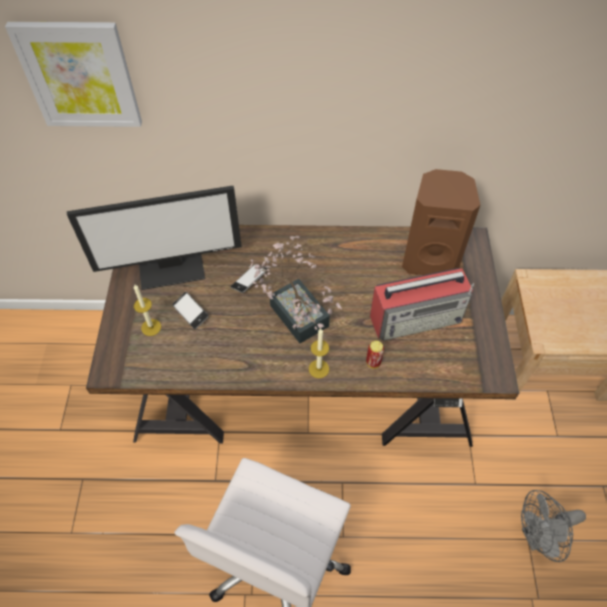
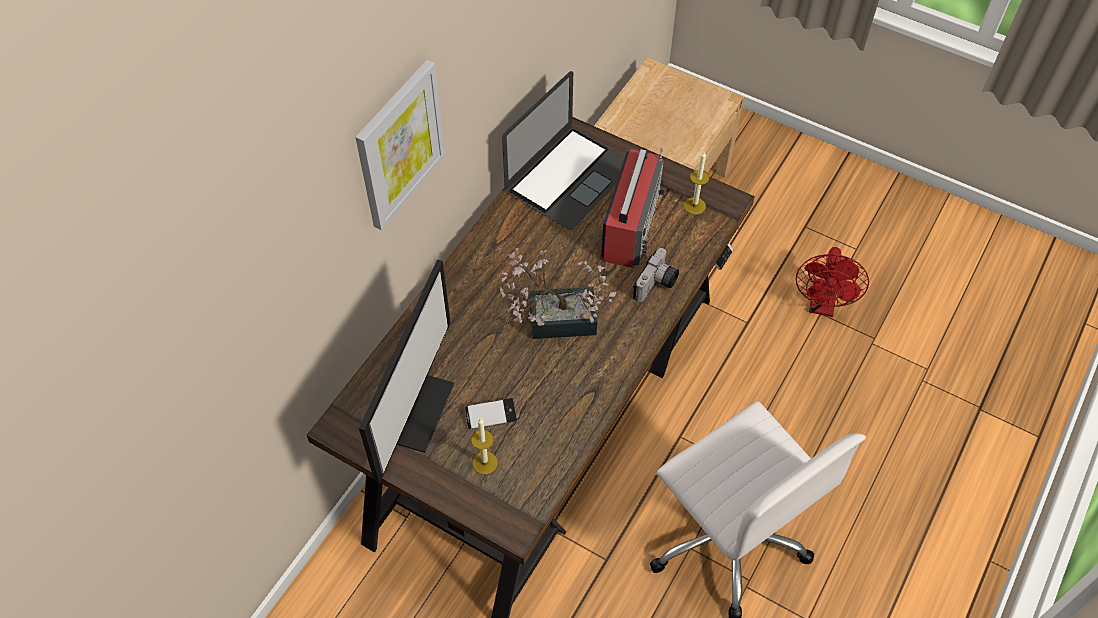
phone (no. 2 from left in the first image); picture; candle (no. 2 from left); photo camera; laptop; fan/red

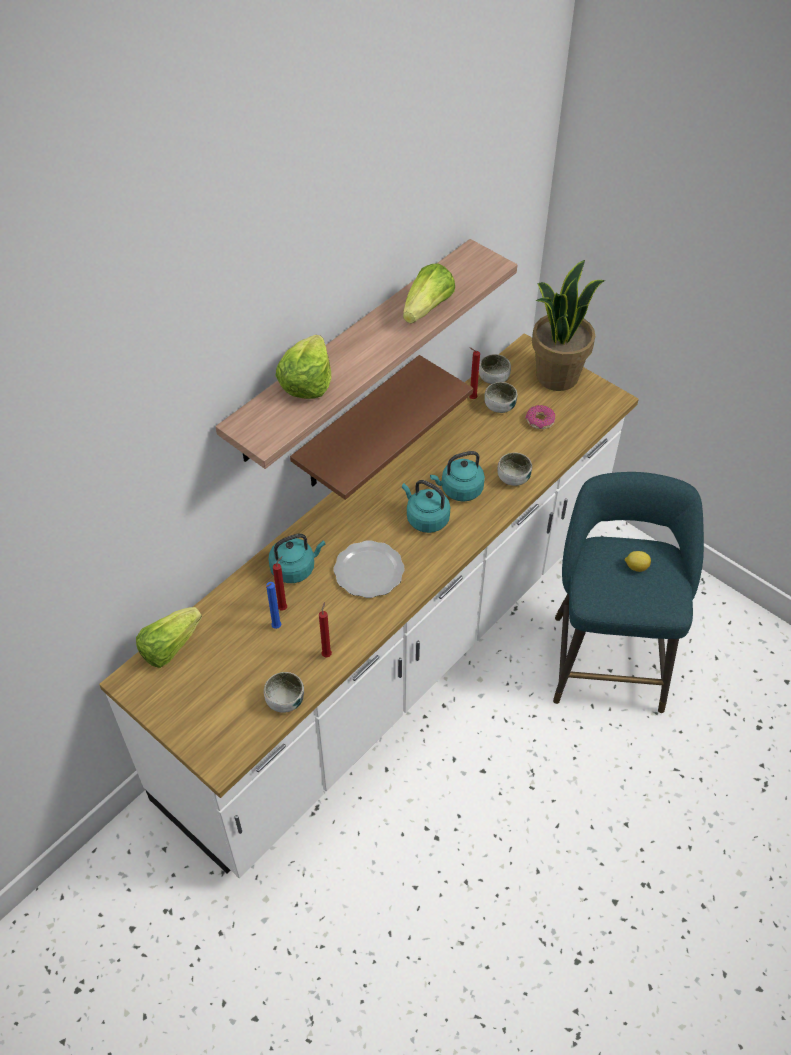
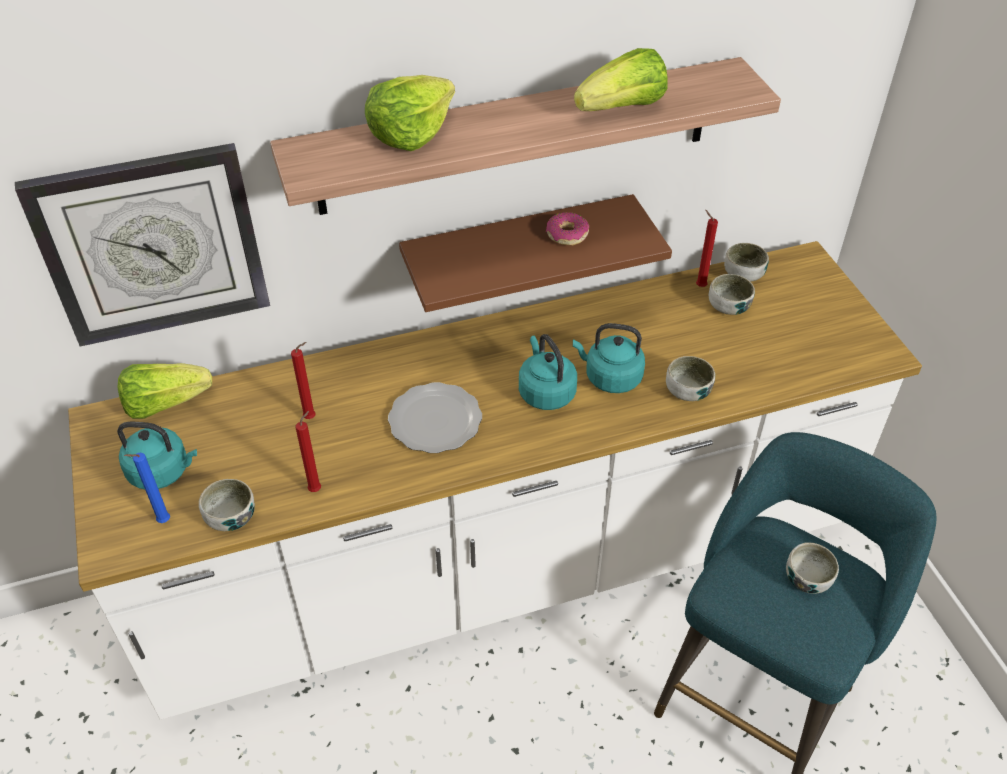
potted plant; wall clock; candle/blue; kettle/turquoise (no. 1 from left); donut; bowl (no. 5 from left)

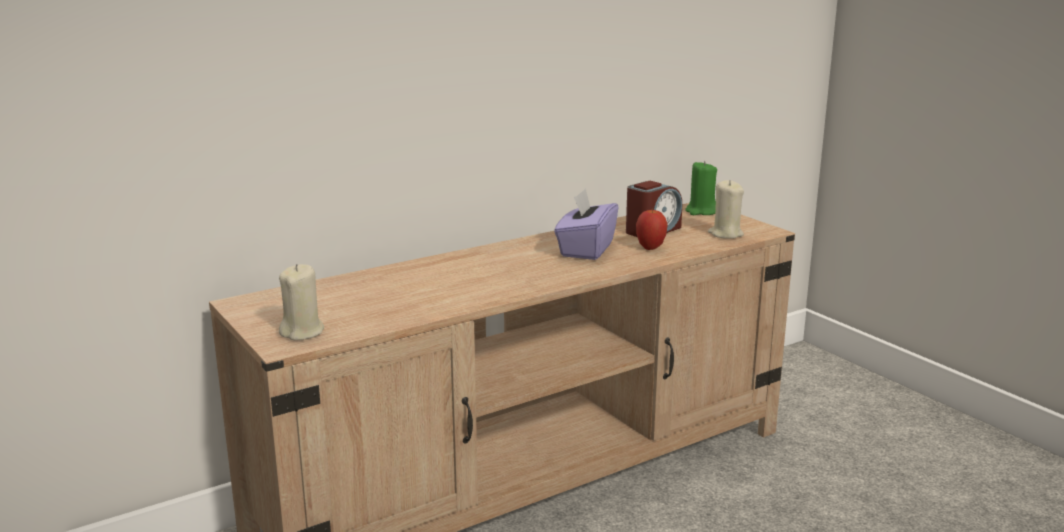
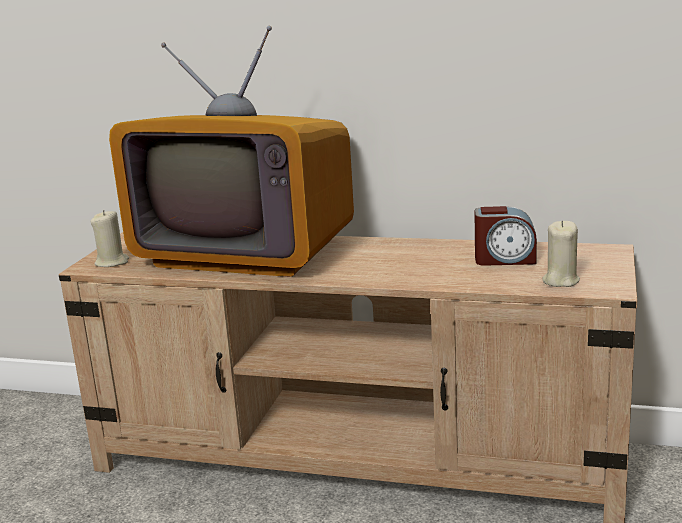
tissue box/purple; apple; candle/green; television

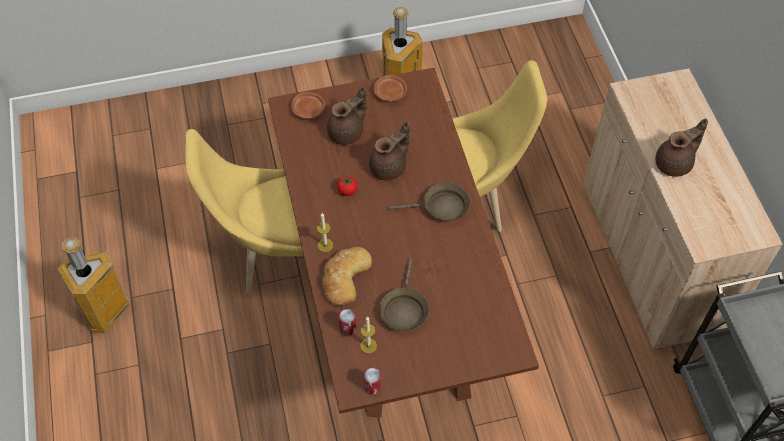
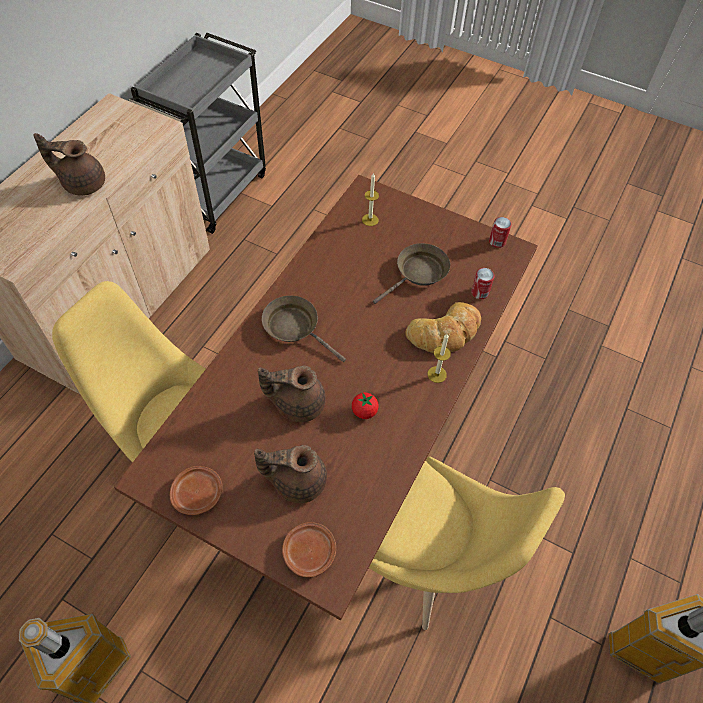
candle (no. 1 from left)

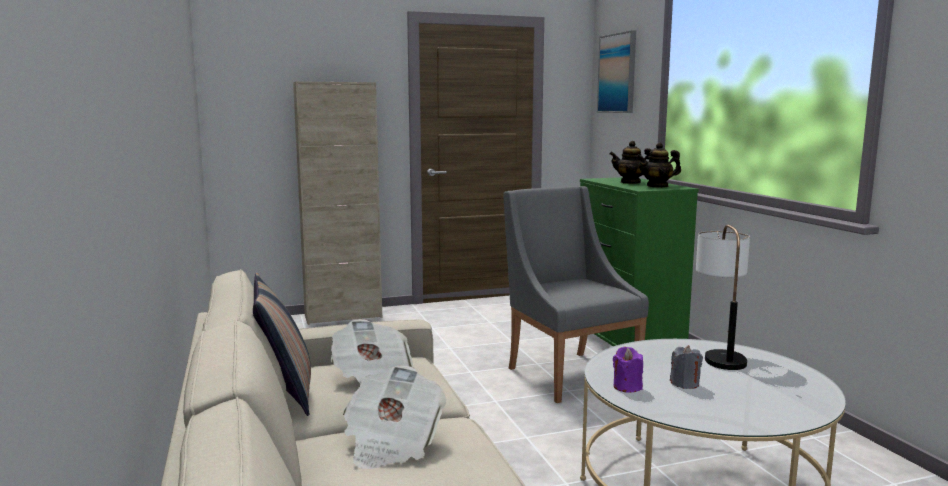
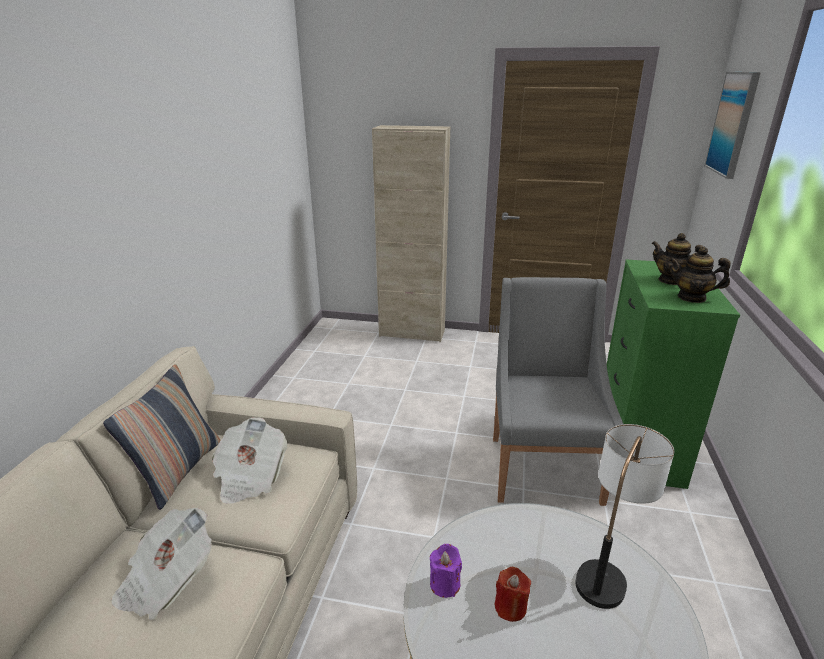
candle/red

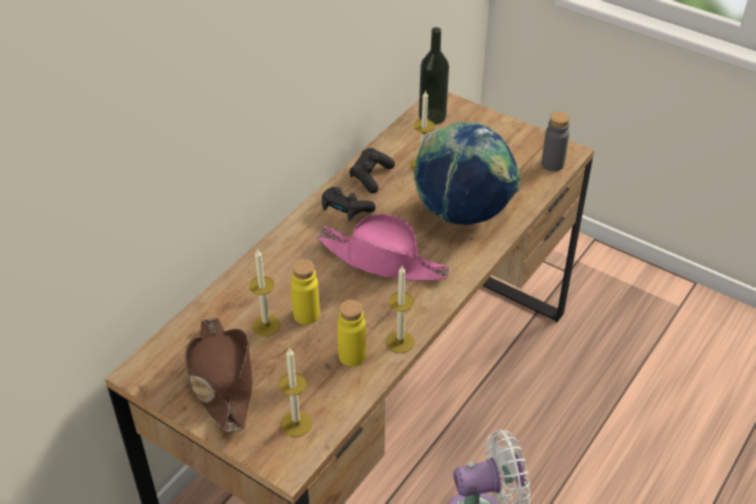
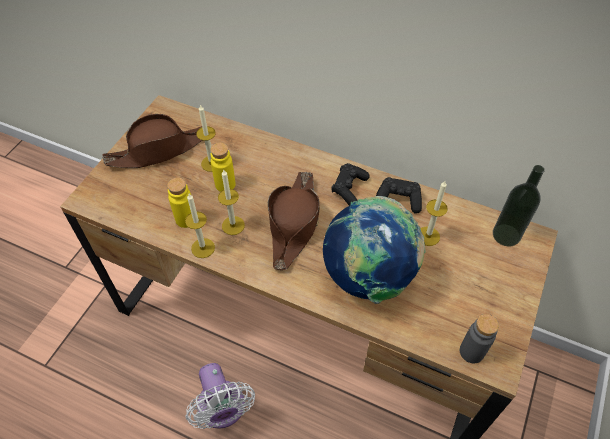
candle (no. 3 from left); hat/brown (no. 2 from left)

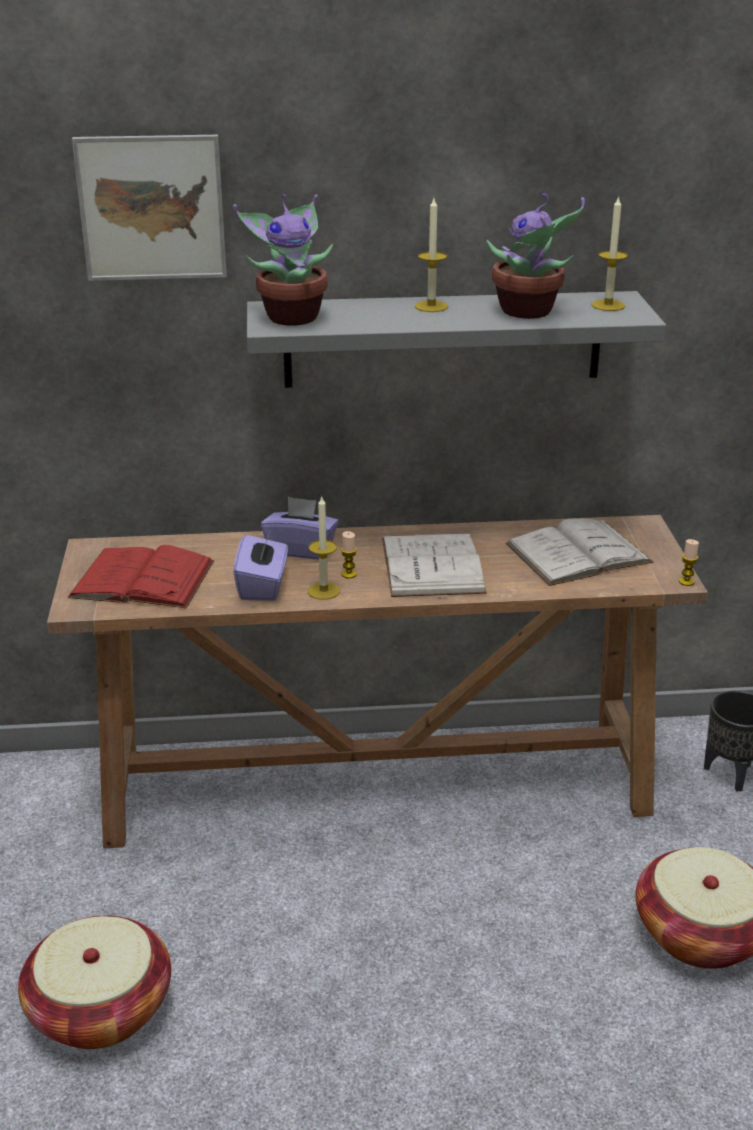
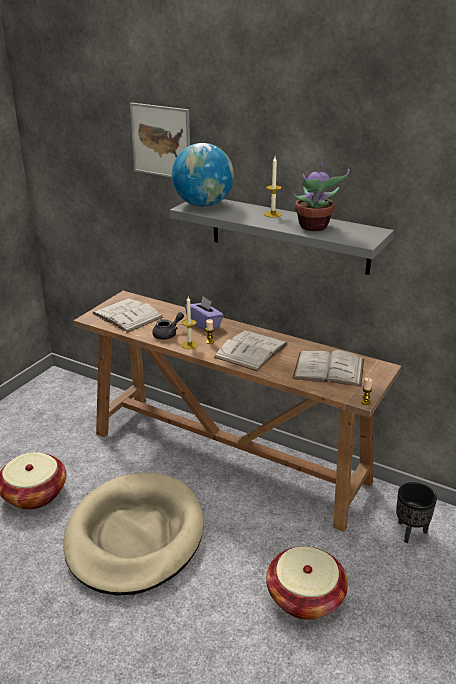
candle (no. 4 from left in the first image); dog bed/beige; globe; teapot/grey; book/white (no. 1 from left)

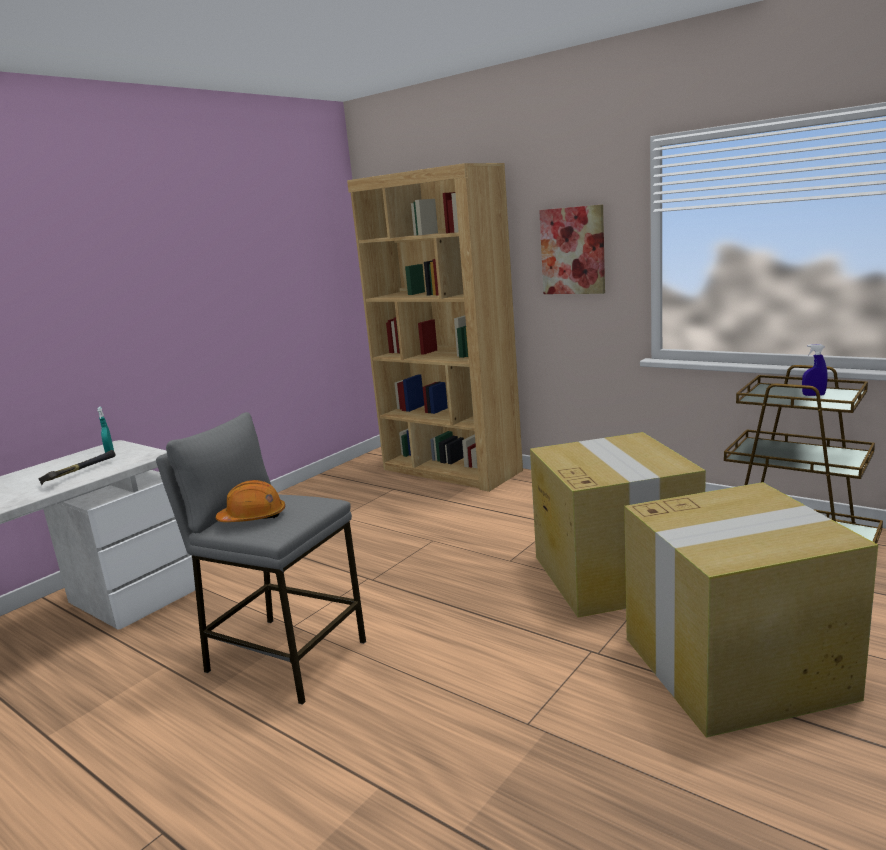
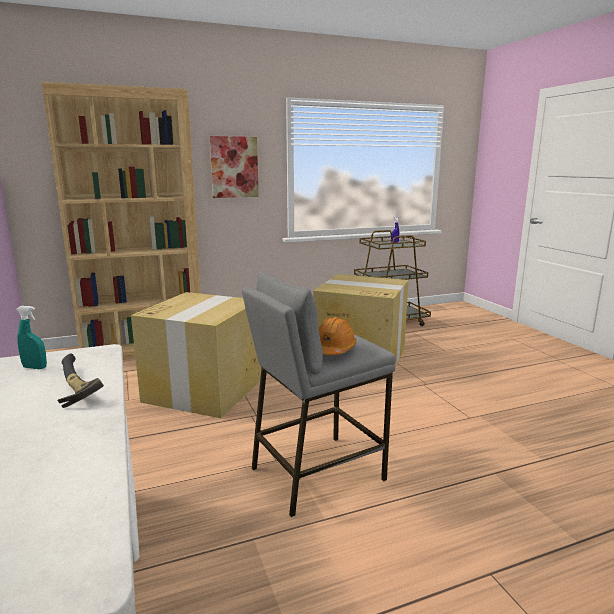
cardboard box (no. 1 from left)

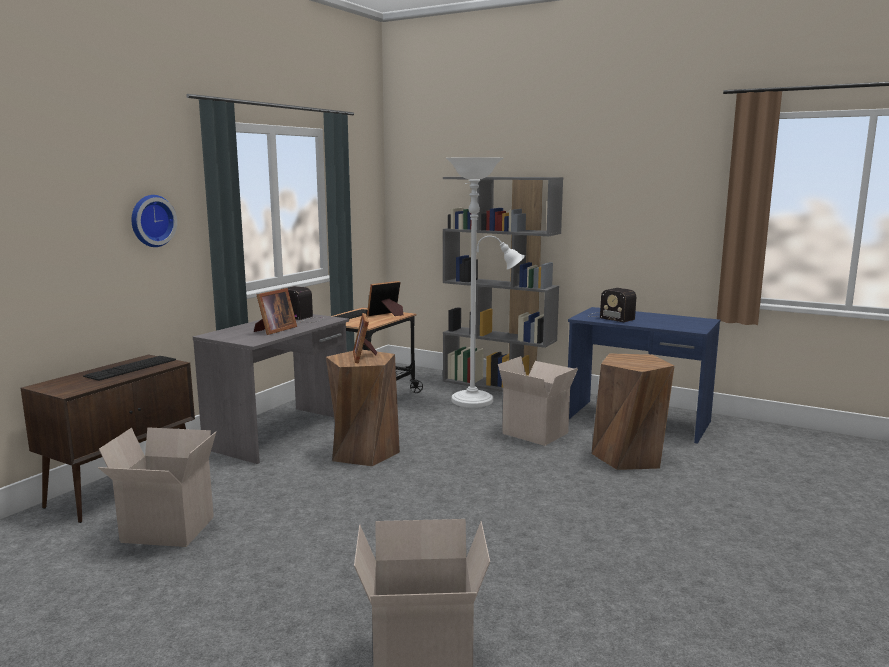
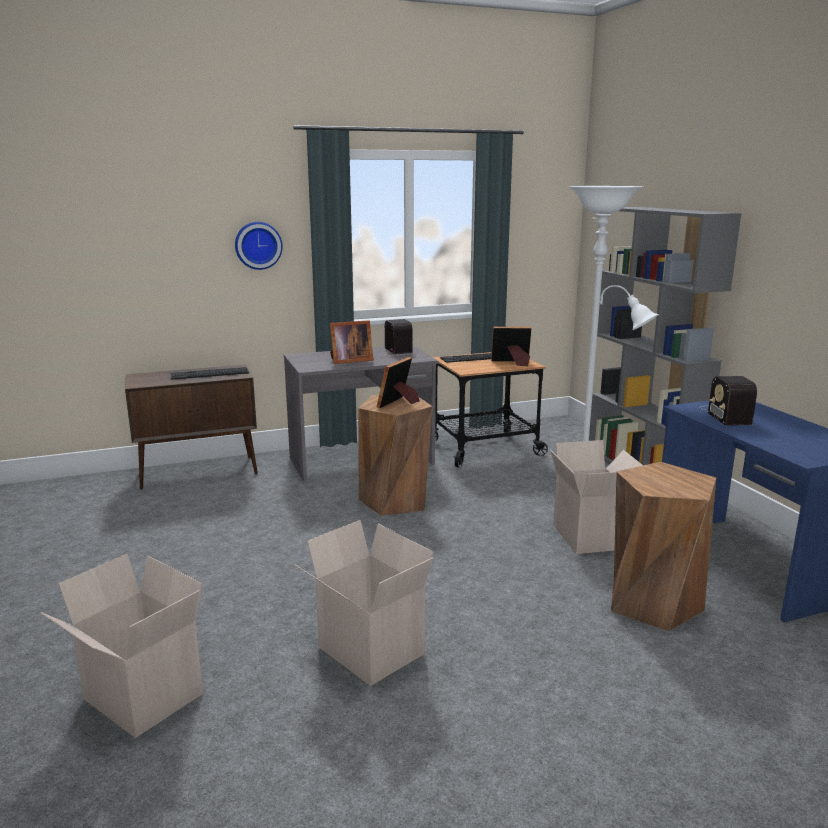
cardboard box (no. 2 from left)

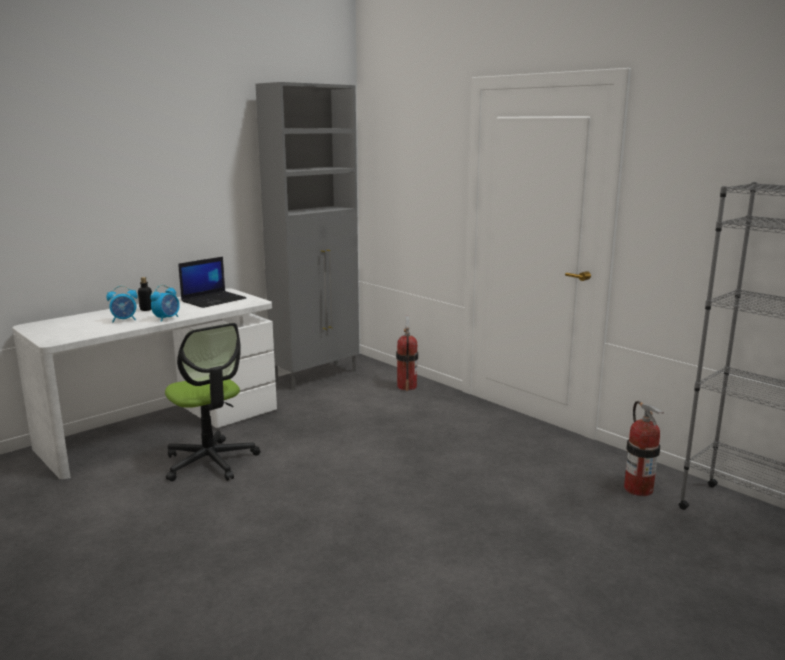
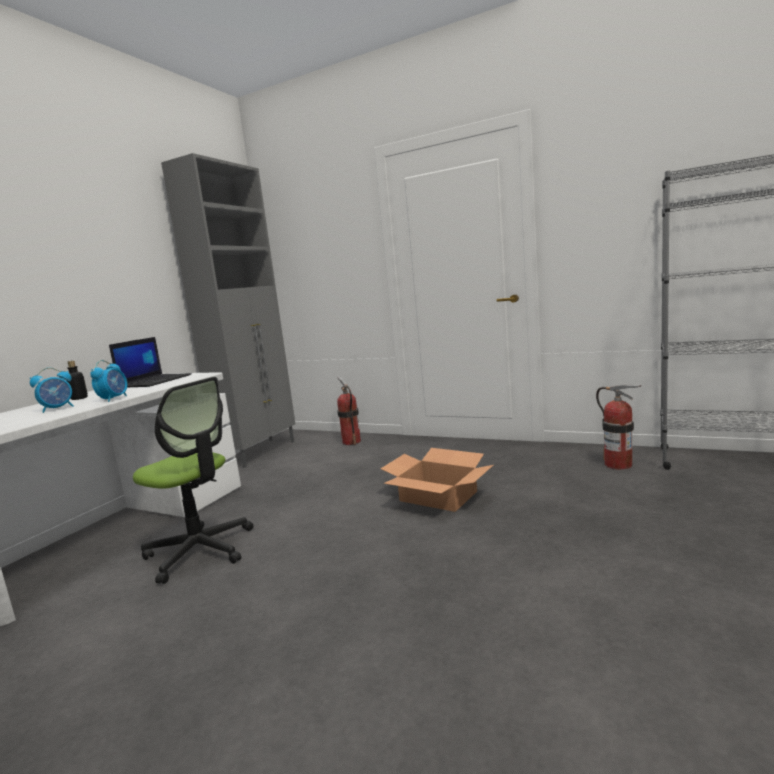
cardboard box

